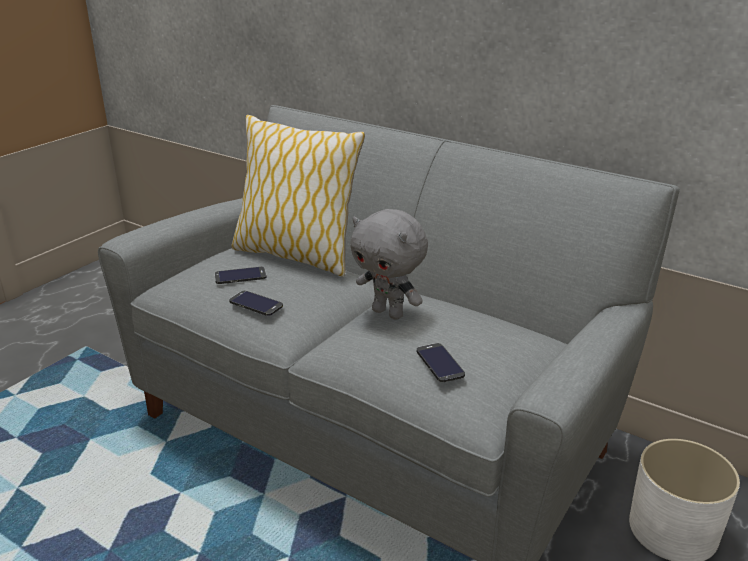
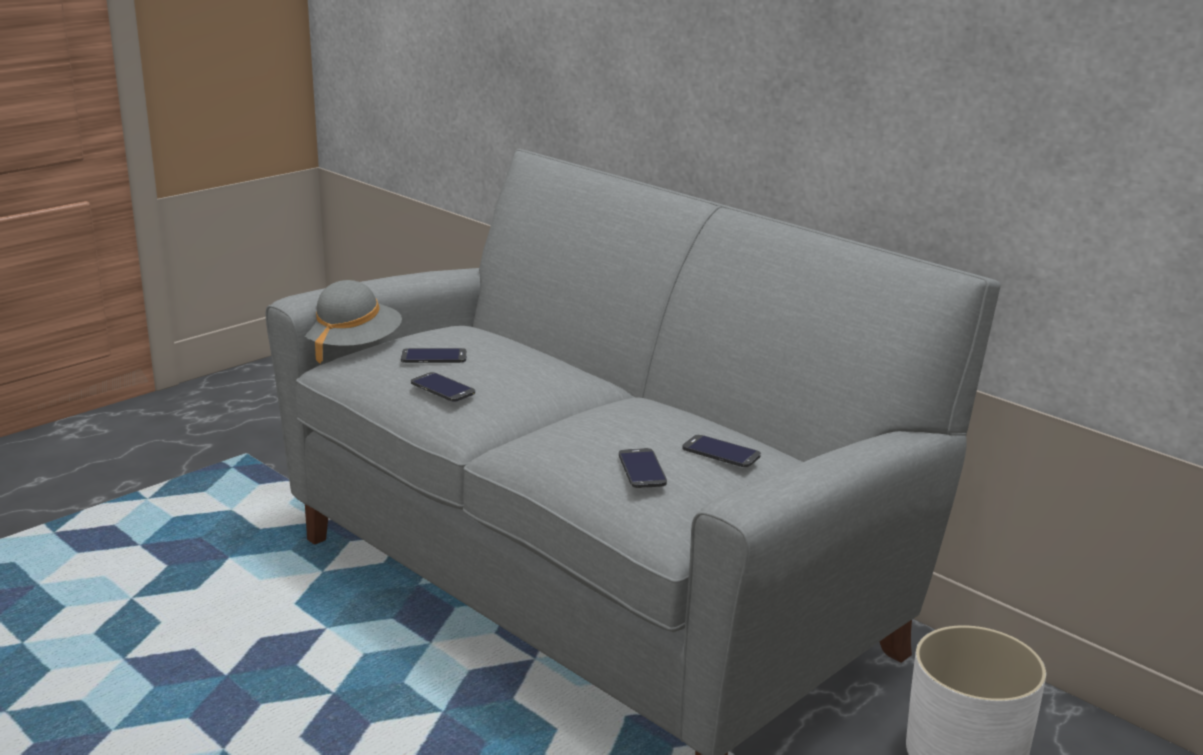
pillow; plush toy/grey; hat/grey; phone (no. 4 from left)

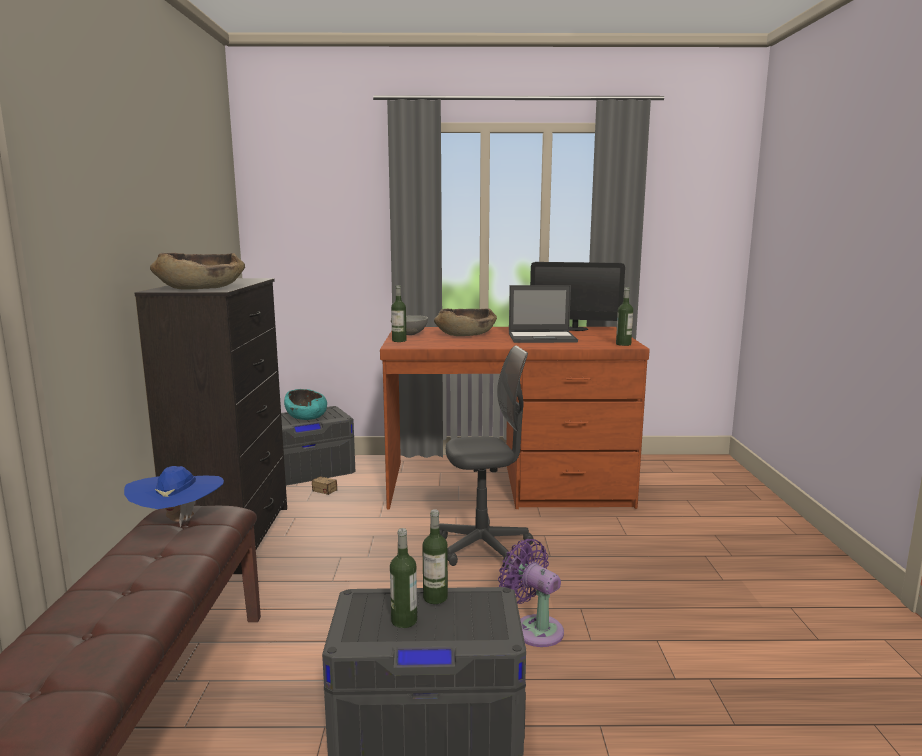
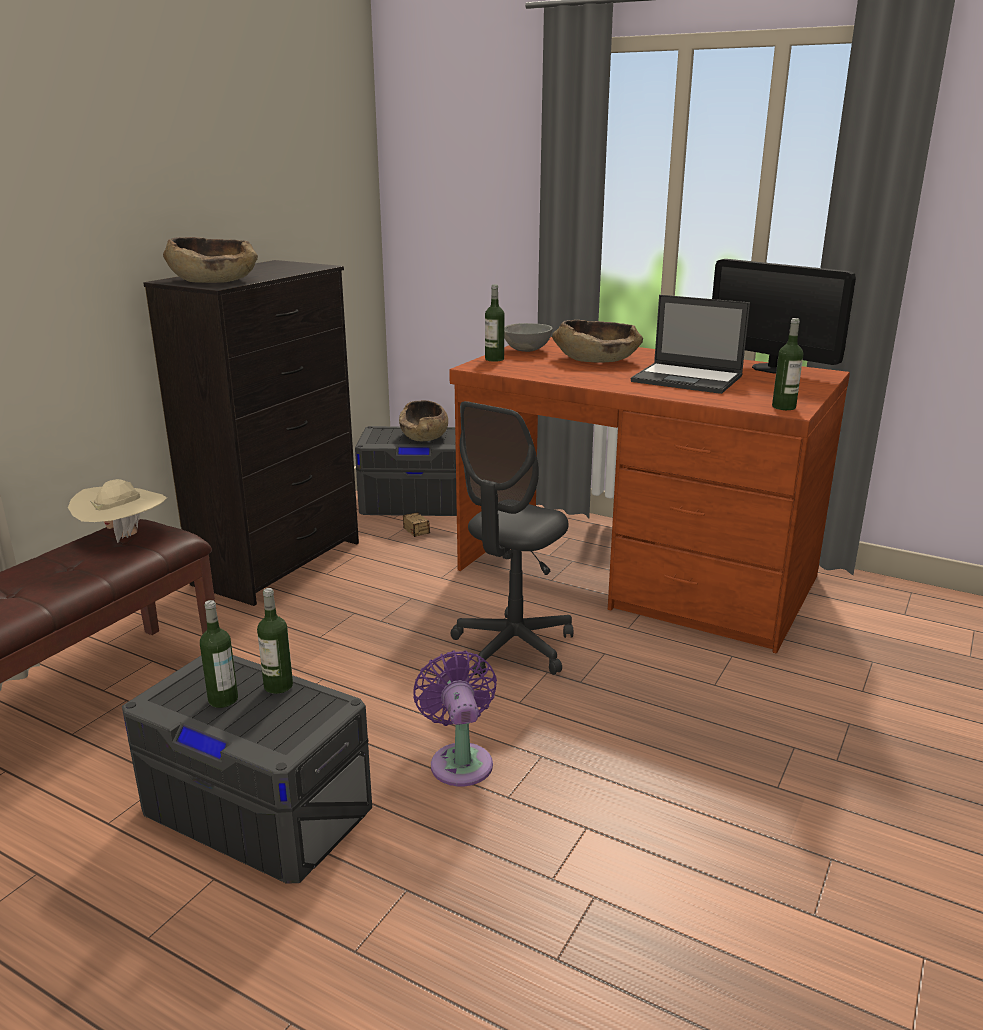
hat/beige; bowl/brown (no. 2 from left); office chair/grey

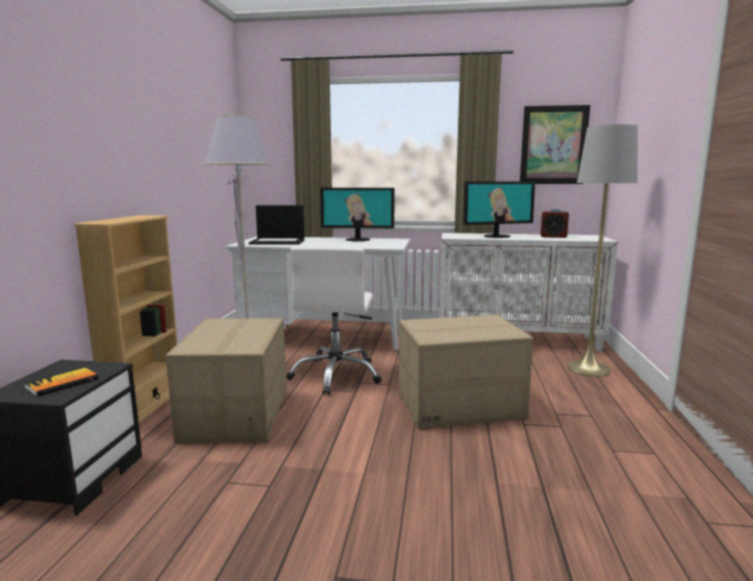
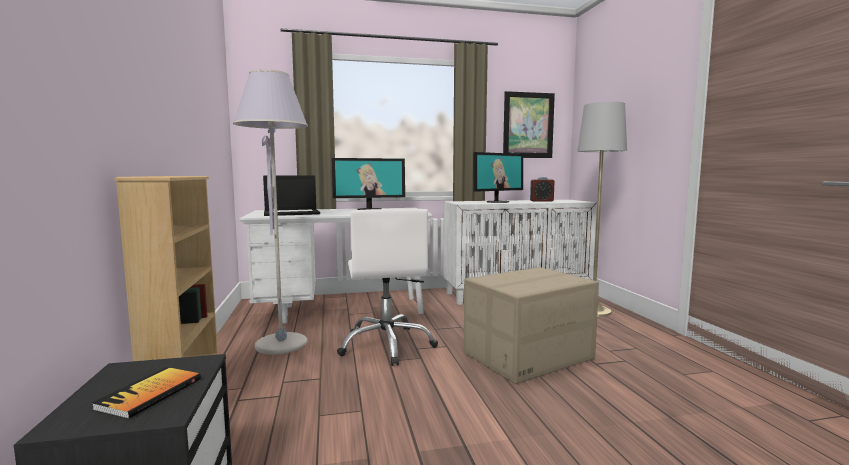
cardboard box (no. 1 from left in the first image)

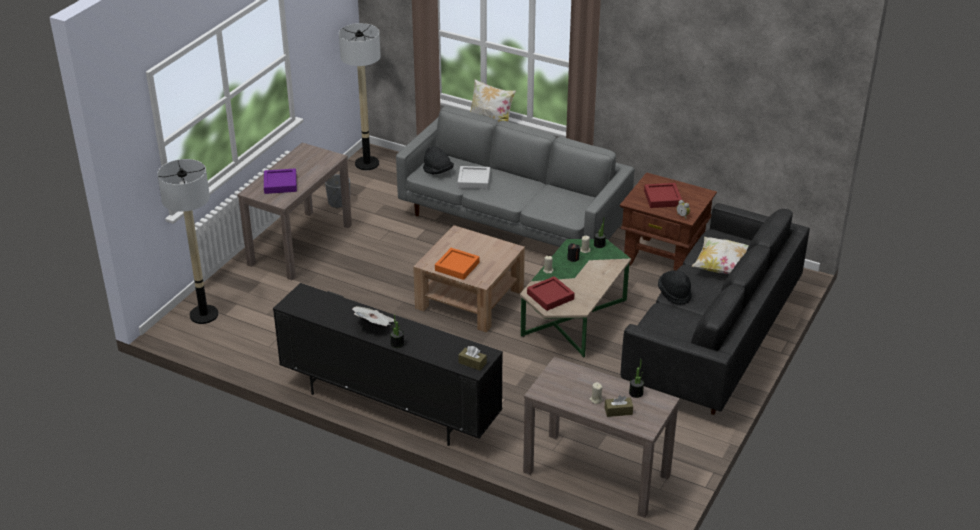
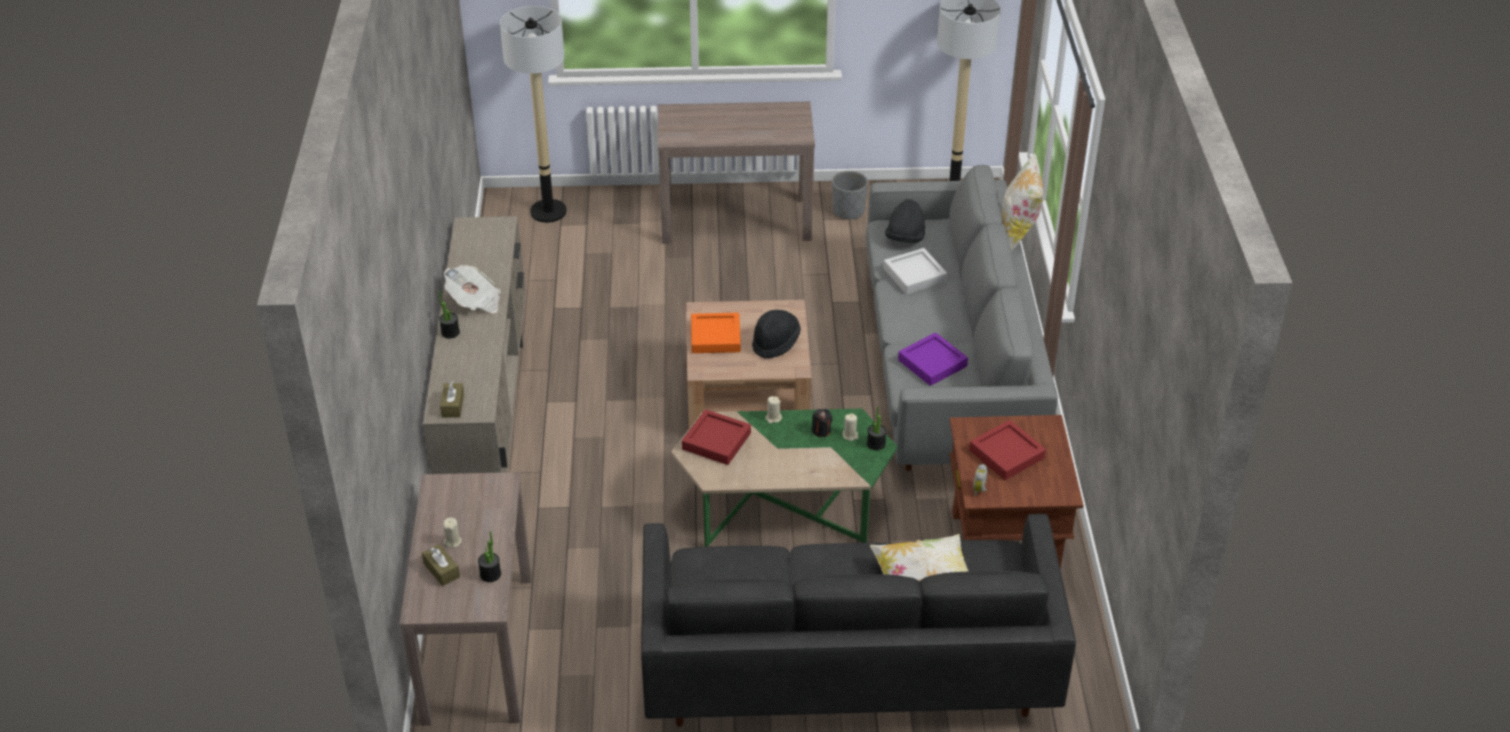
tray/purple; hat/black (no. 1 from left); tv stand/beige

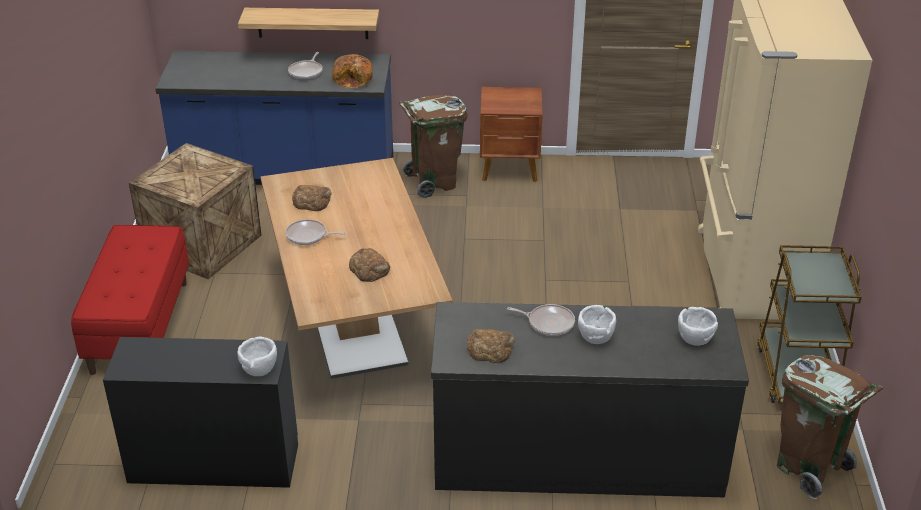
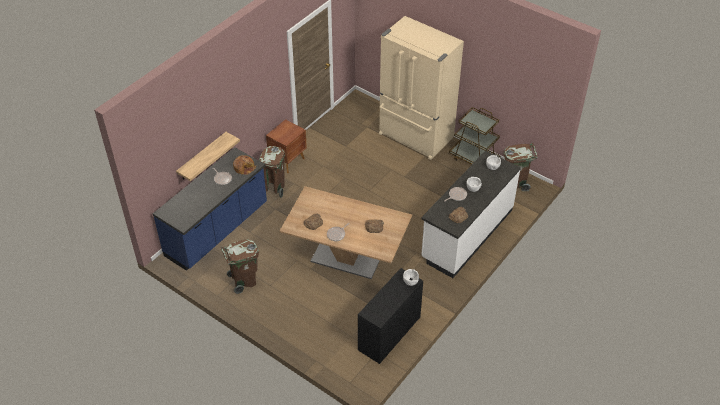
bench/red; trash can/brown (no. 1 from left); counter/white

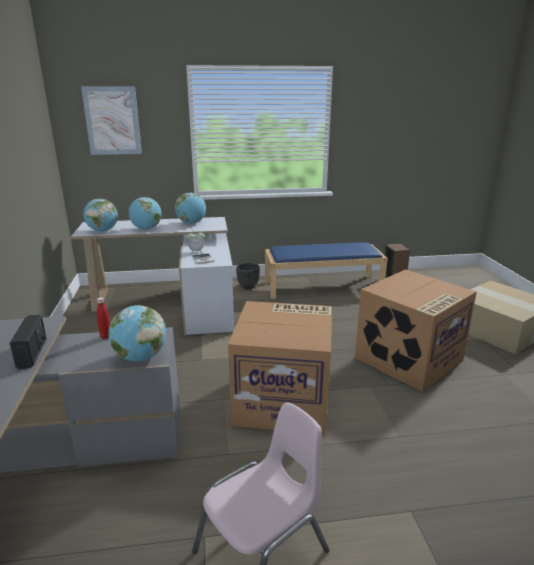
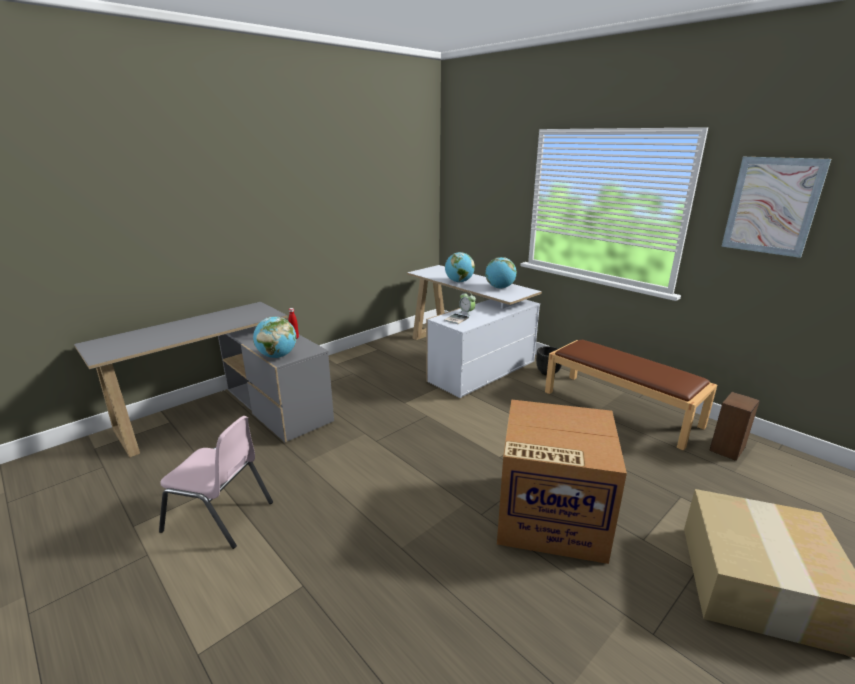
radio; globe (no. 1 from left in the first image); cardboard box (no. 1 from left in the first image); picture; bench/brown

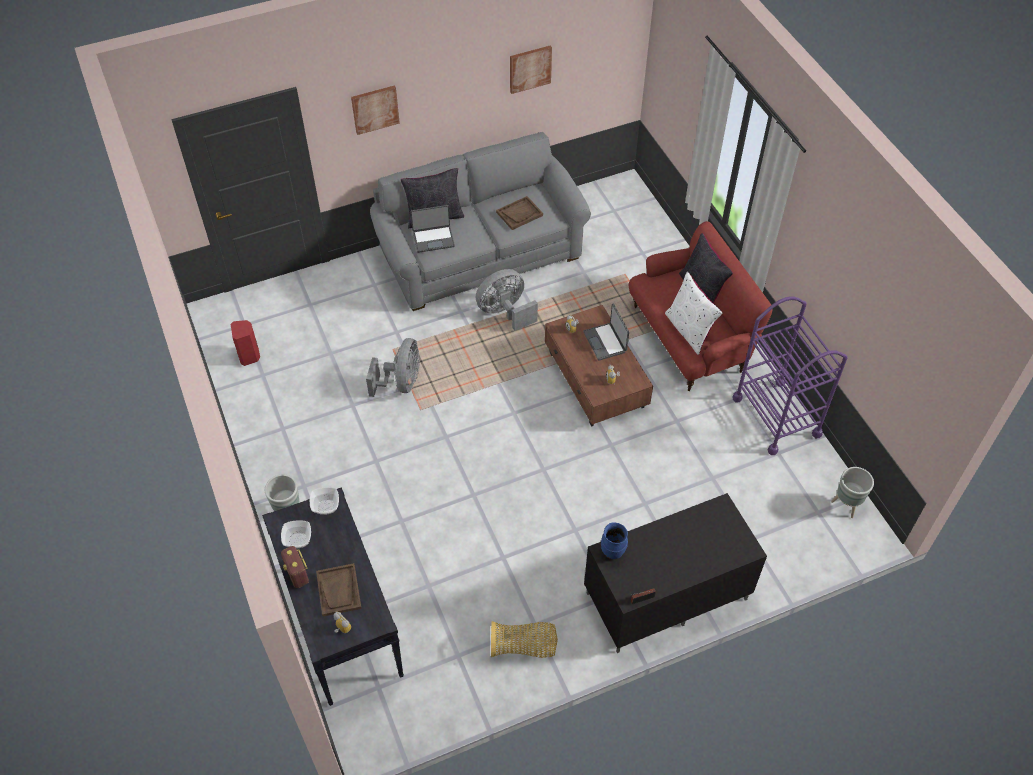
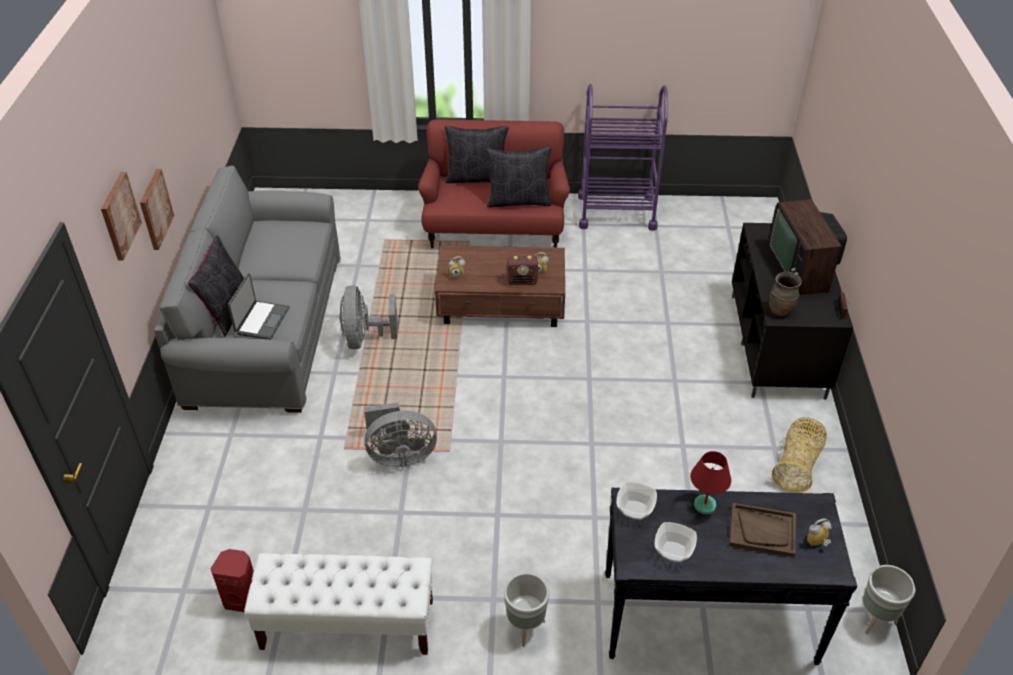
tray/brown (no. 2 from left in the first image); laptop (no. 2 from left in the first image); bench/white; table lamp/red; television; radio (no. 1 from left); picture (no. 2 from left); planter/grey (no. 2 from left); vase/brown; pillow/black (no. 3 from left); fan/grey (no. 2 from left)

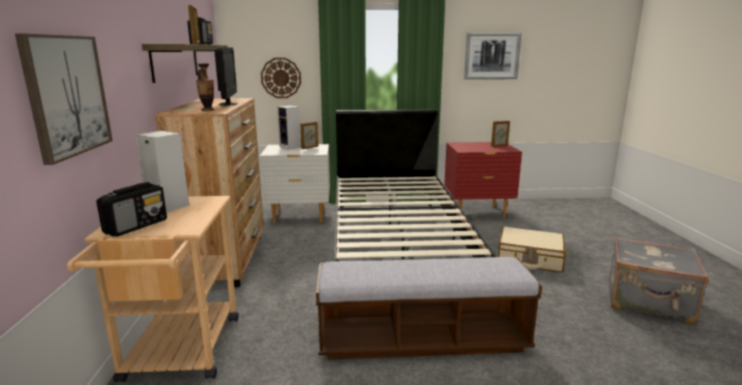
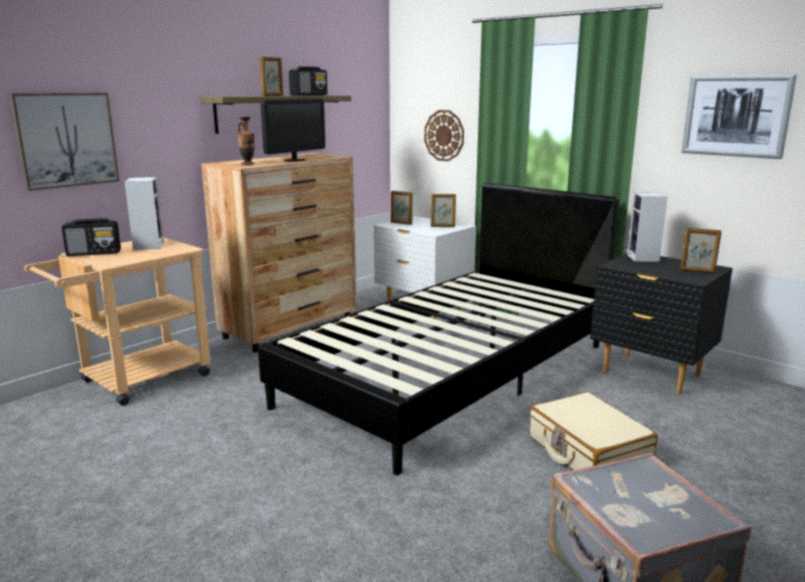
bench; picture frame (no. 2 from left); speaker (no. 2 from left); nightstand/black

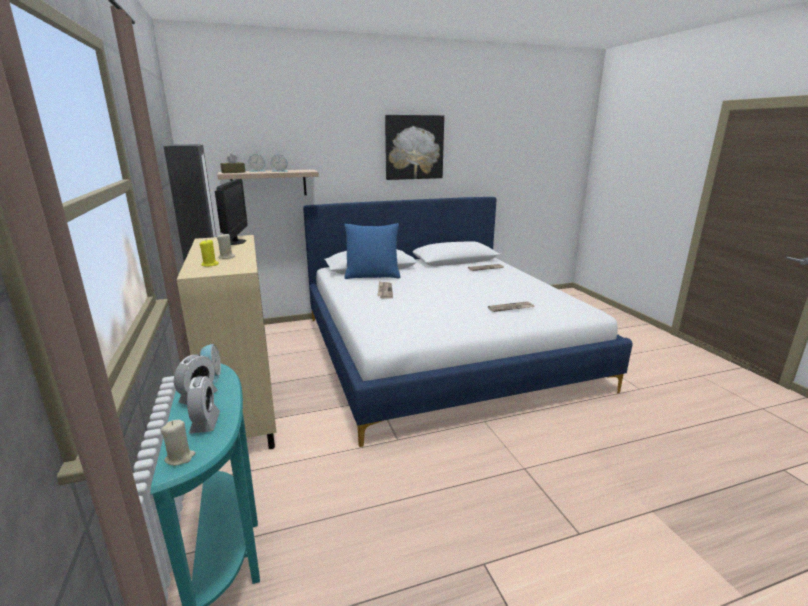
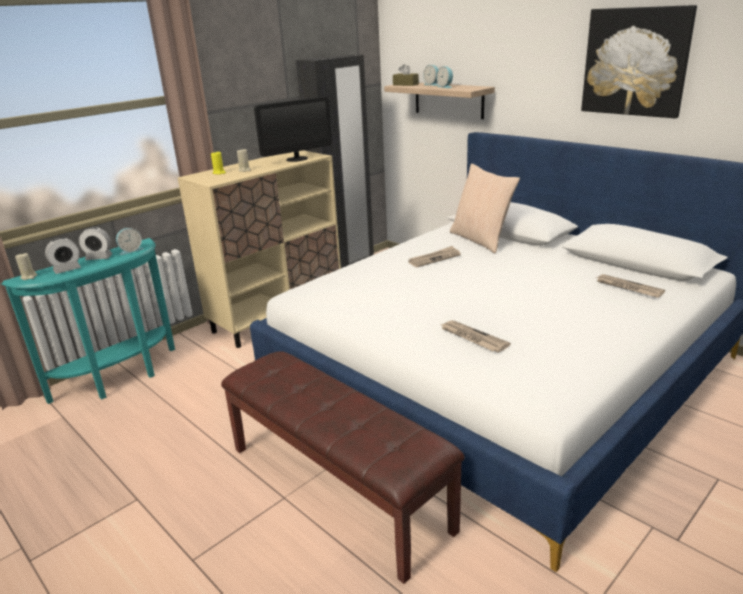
bench/brown; pillow/beige

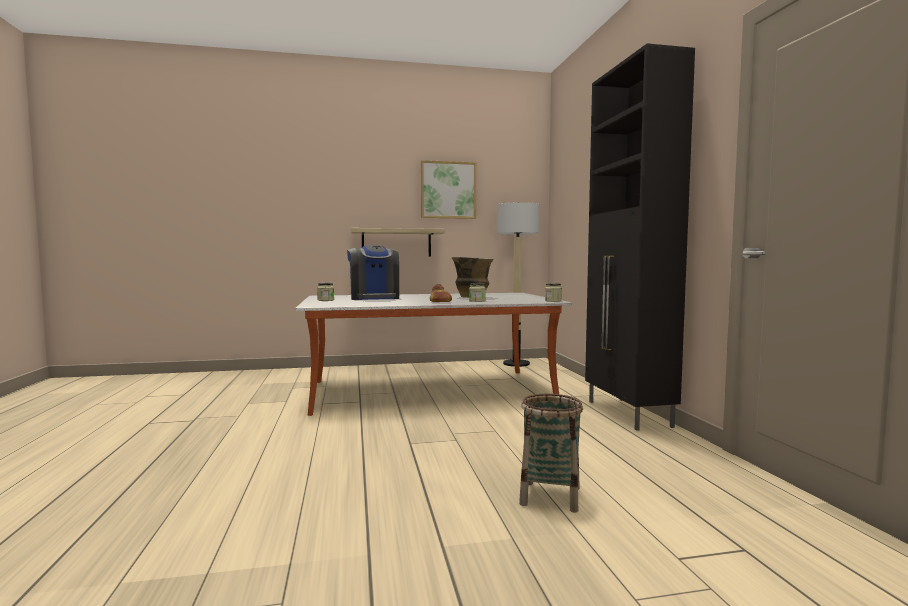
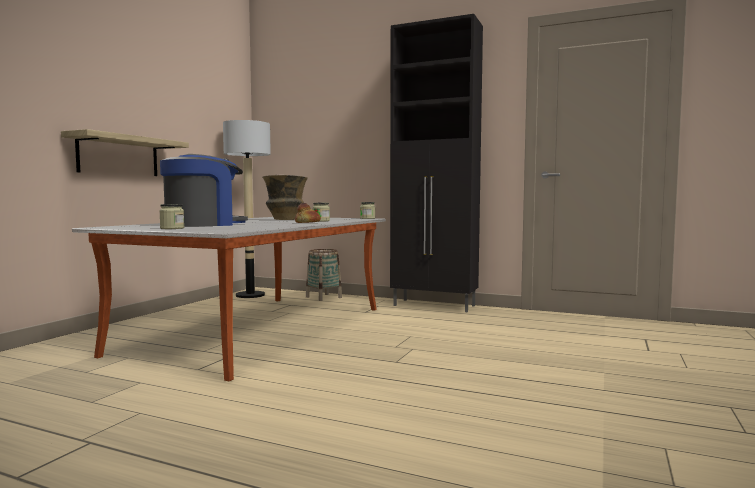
picture; basket; coffee machine

